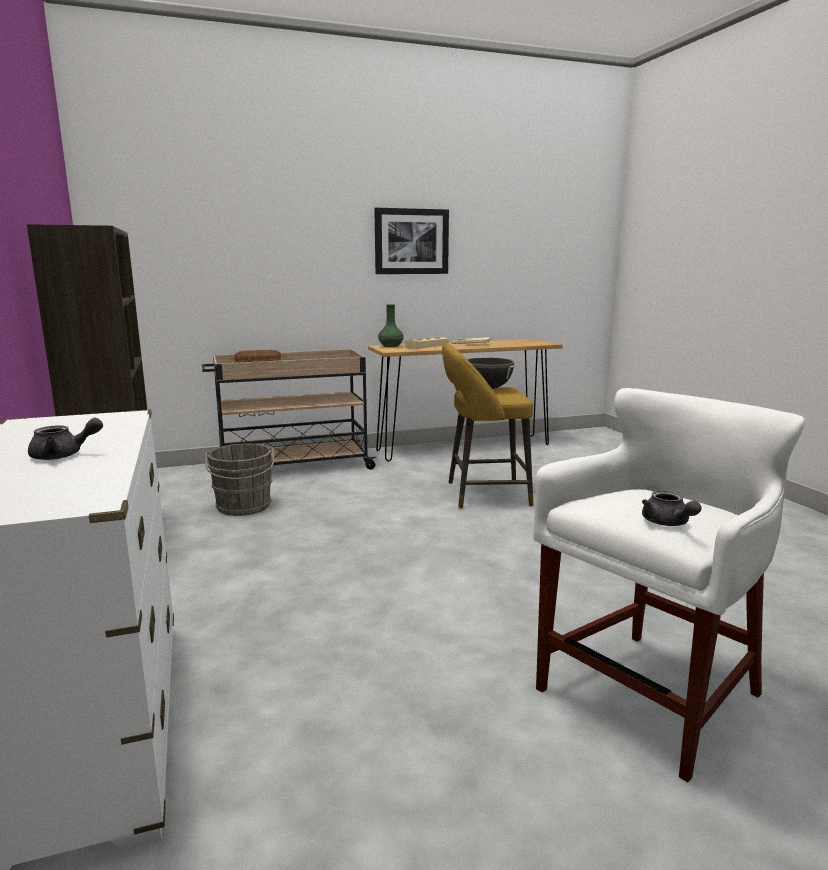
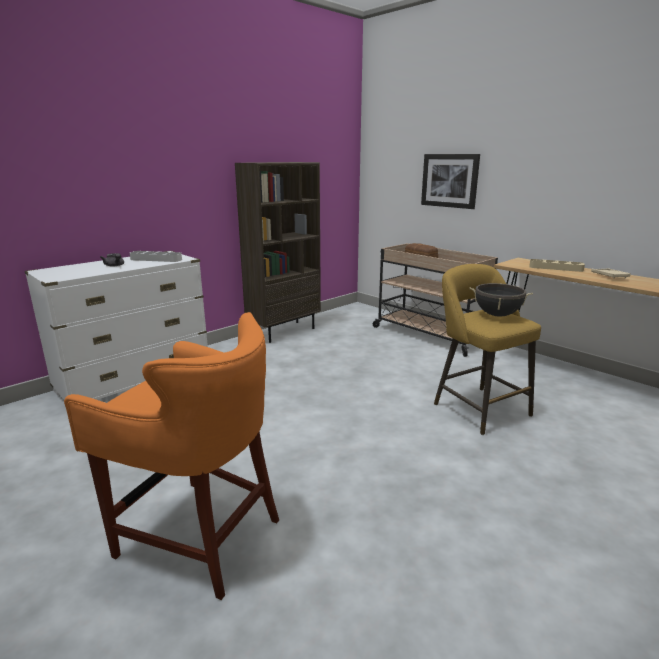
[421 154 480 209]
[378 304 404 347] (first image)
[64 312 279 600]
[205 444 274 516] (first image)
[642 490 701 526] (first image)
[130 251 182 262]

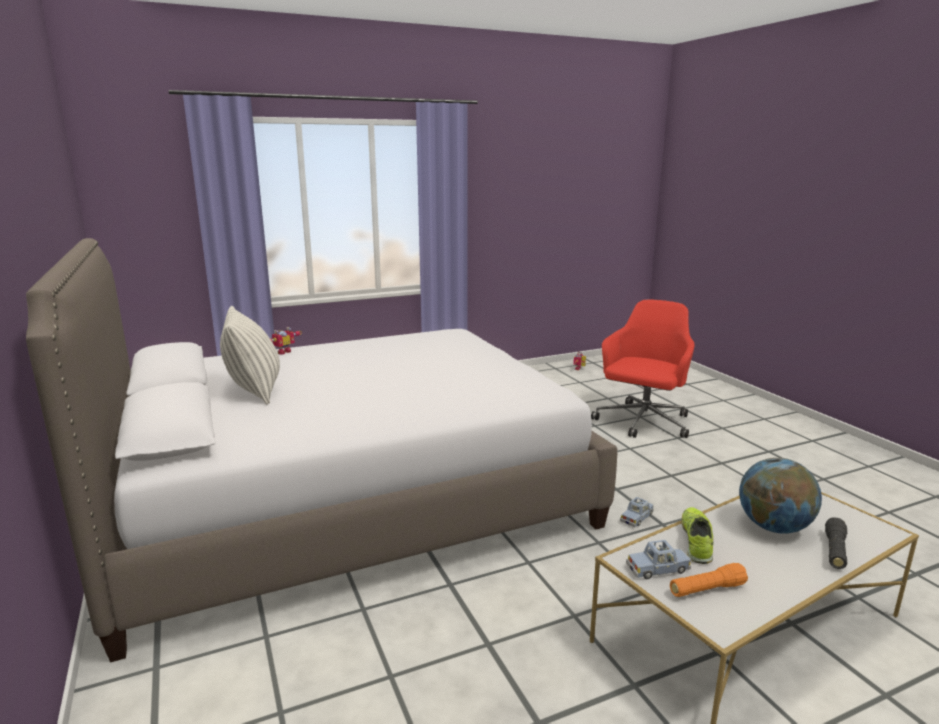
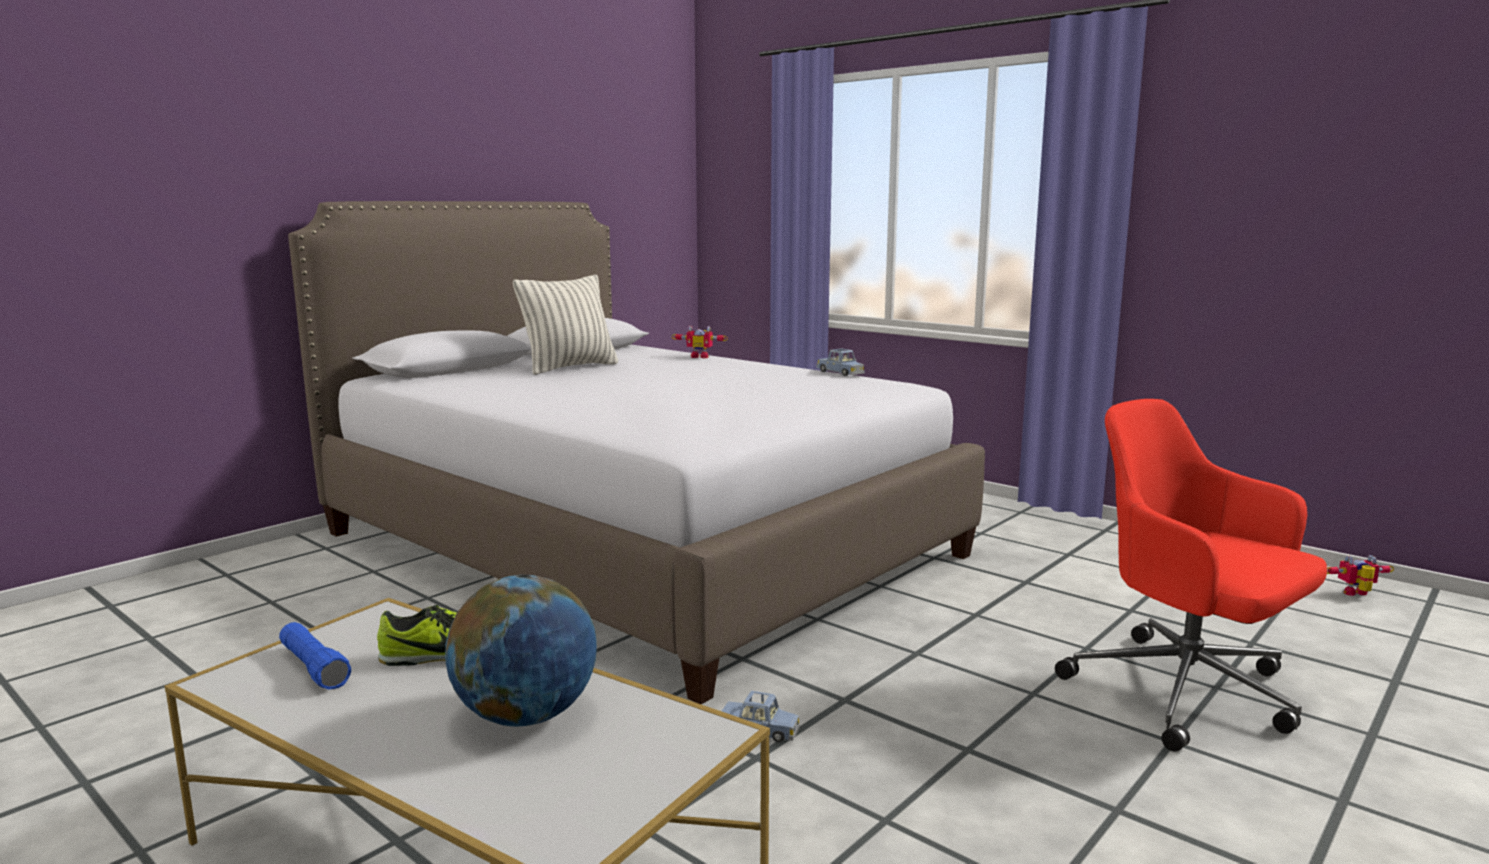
[1055 399 1327 752]
[825 517 847 569] (first image)
[816 349 865 376]
[279 622 351 690]

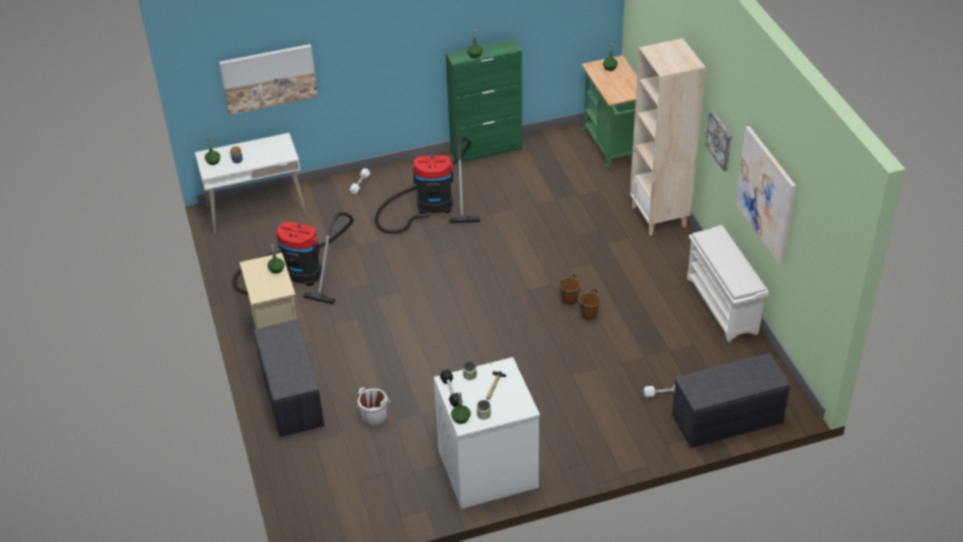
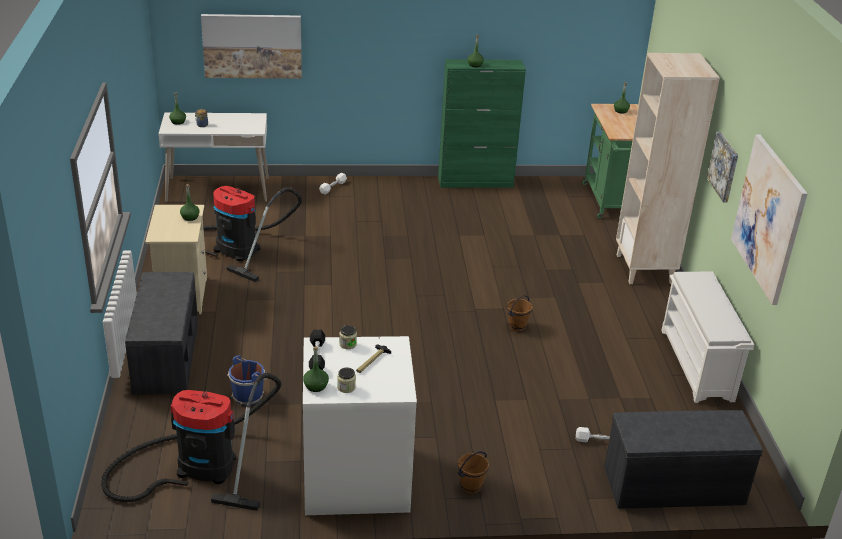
[101 373 281 511]
[457 451 489 494]
[227 355 268 406]

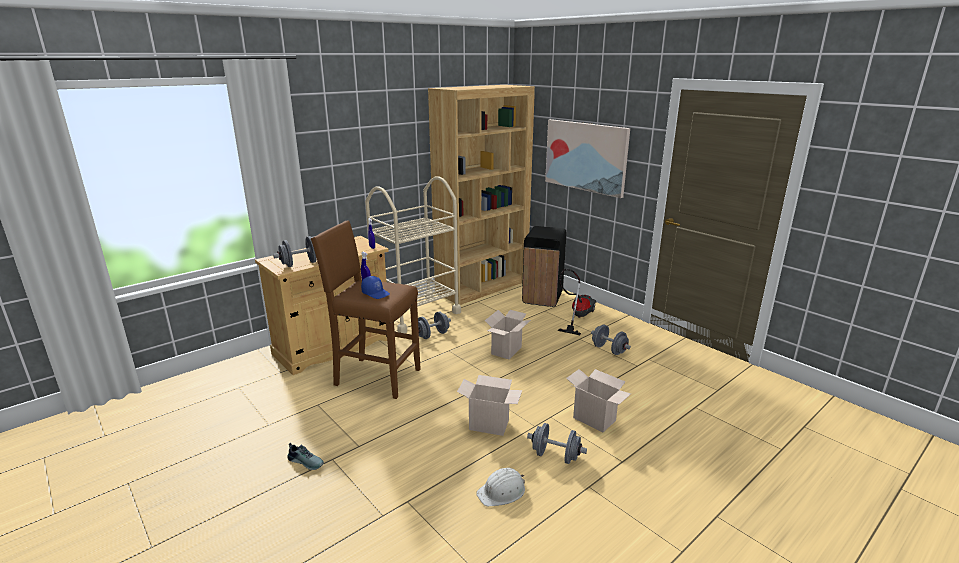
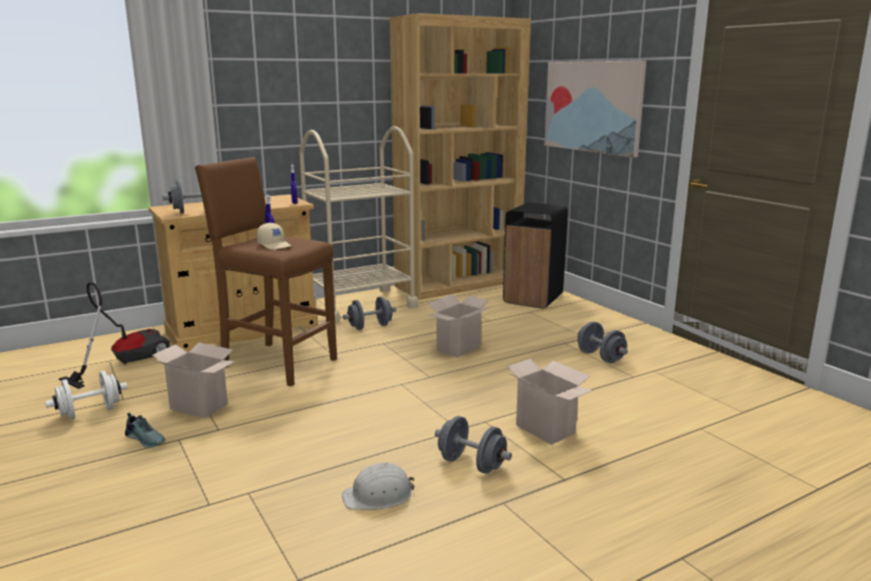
[59 282 170 389]
[257 223 291 250]
[152 342 236 418]
[45 371 128 420]

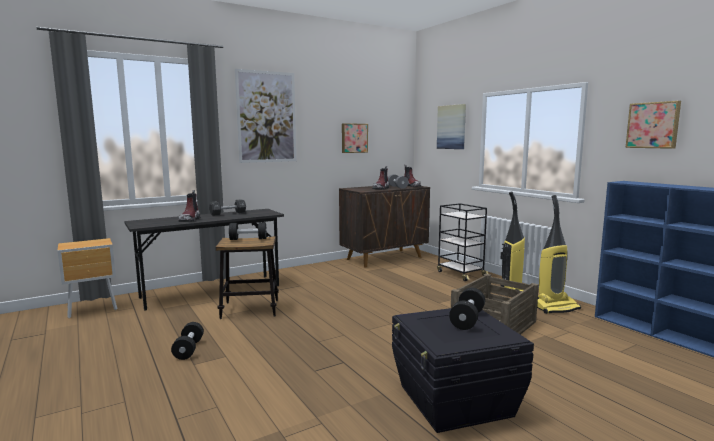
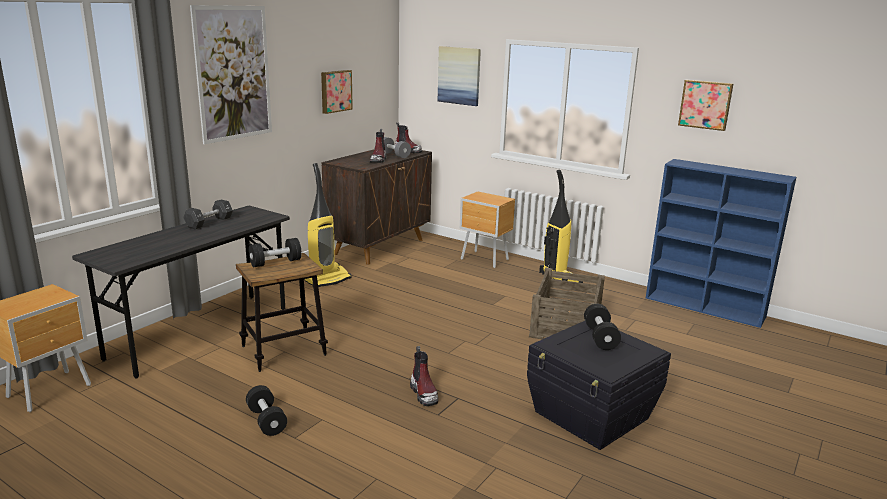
[410 346 438 406]
[304 163 352 287]
[460 192 515 268]

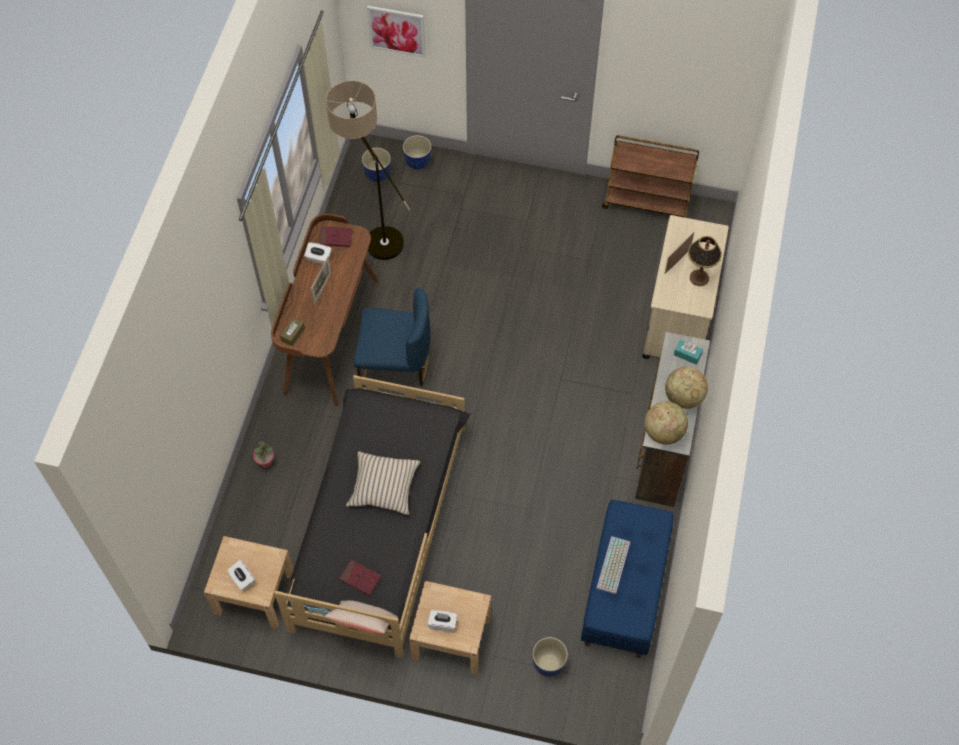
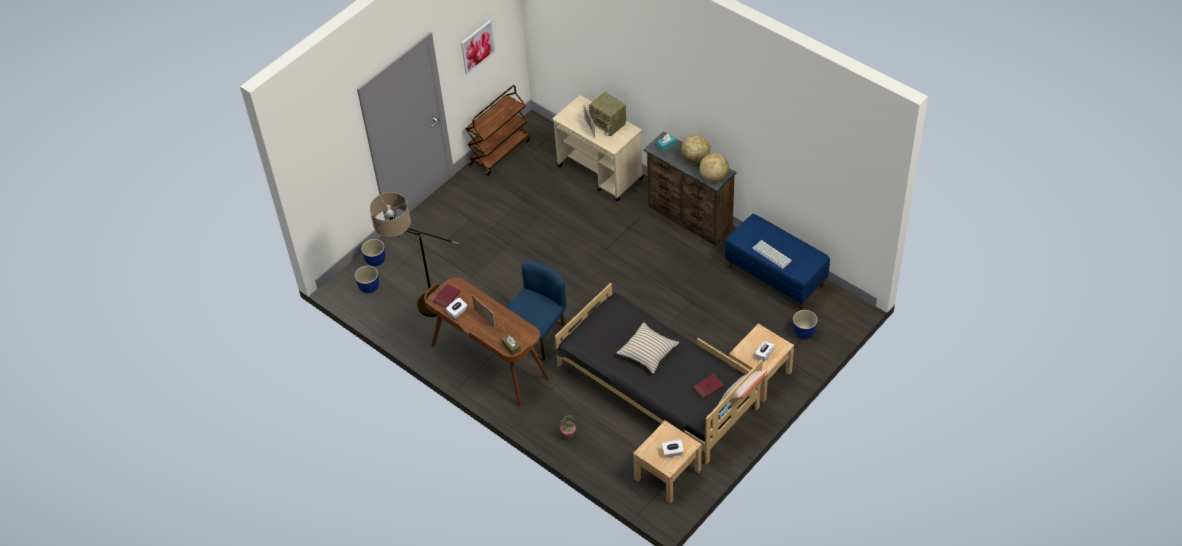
[461 20 496 75]
[589 92 626 136]

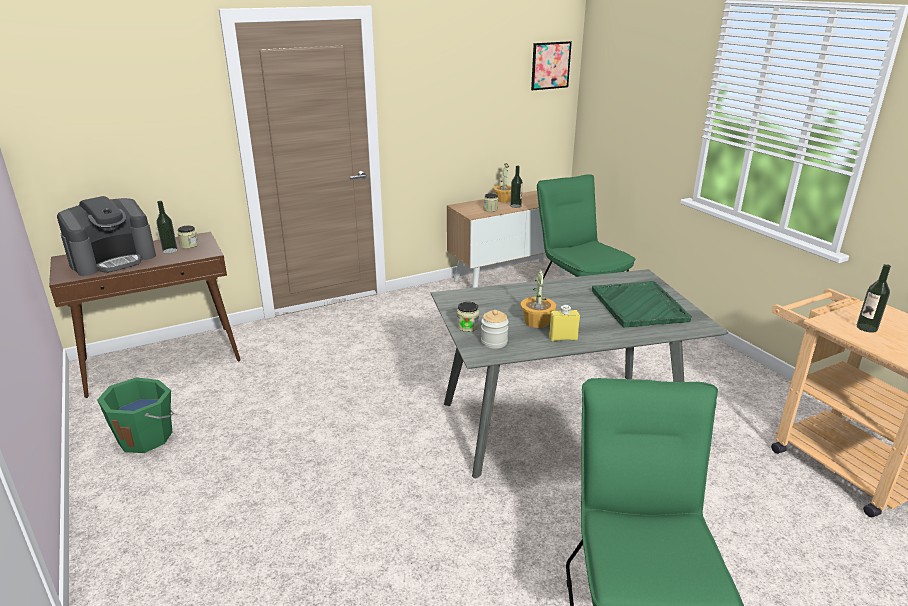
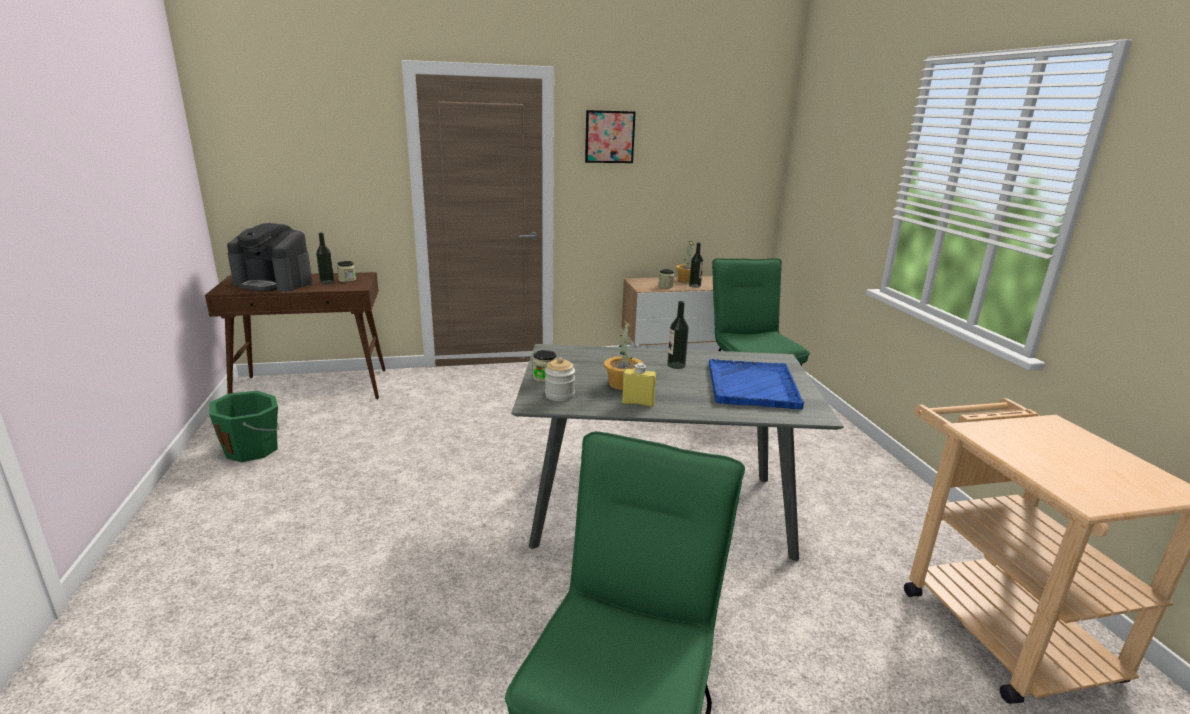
[585 110 636 163]
[227 223 312 292]
[667 301 689 369]
[709 359 804 410]

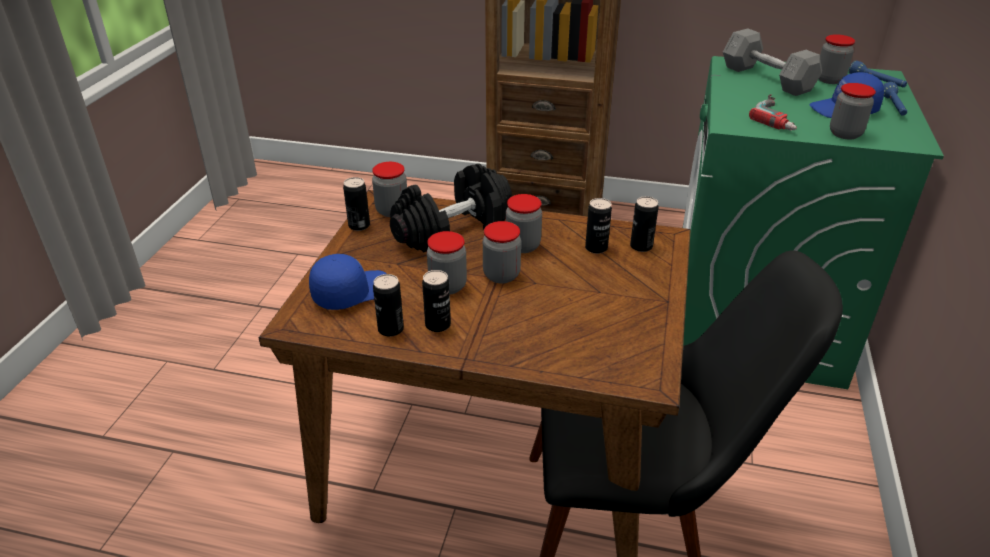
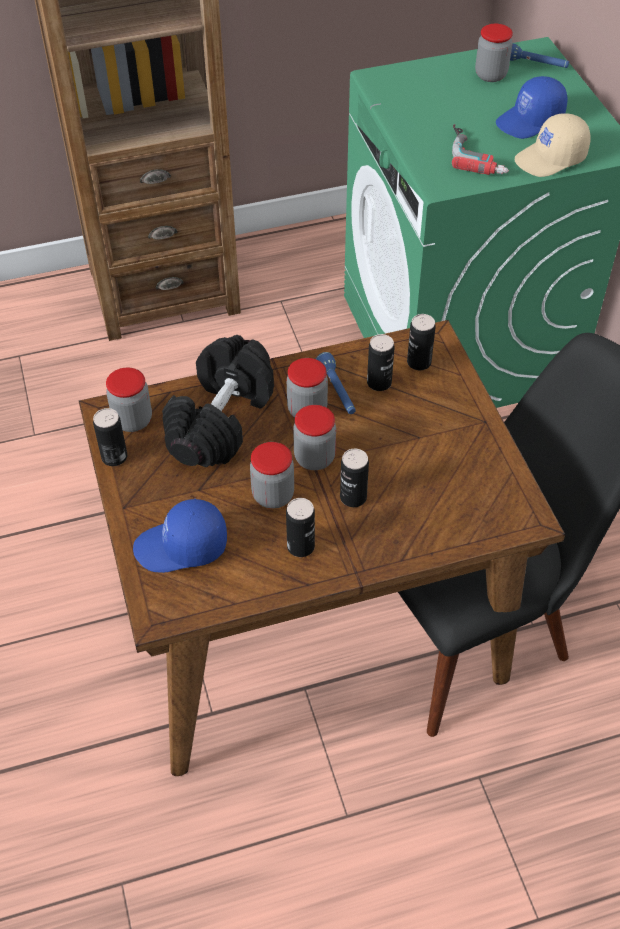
[723 29 822 96] (first image)
[316 352 356 414]
[515 113 591 177]
[133 499 227 573]
[340 449 369 507]

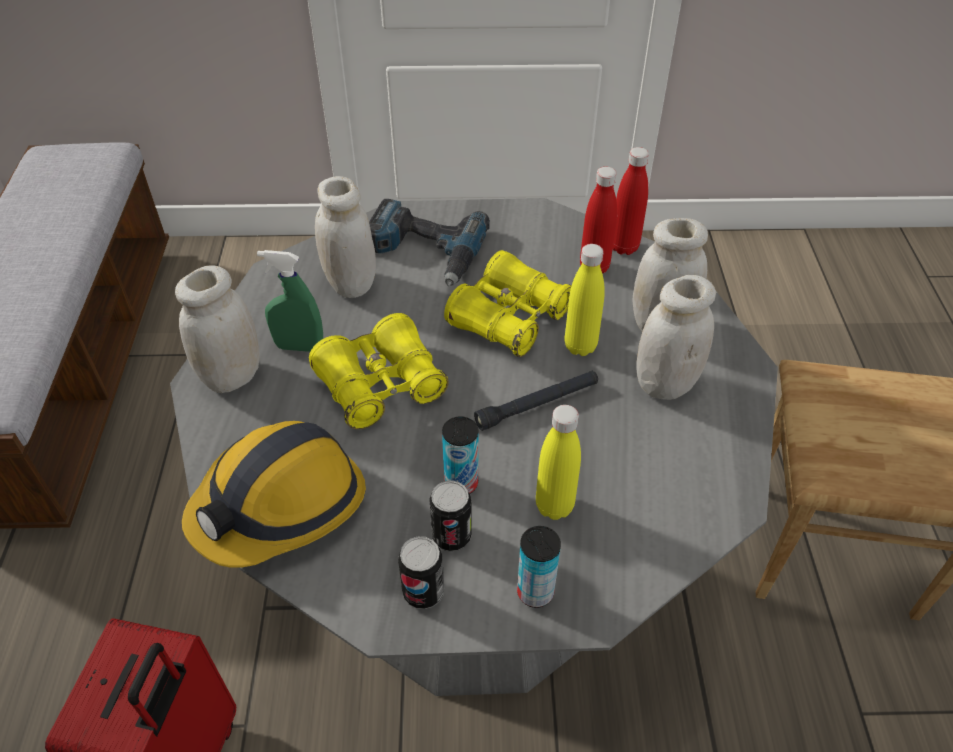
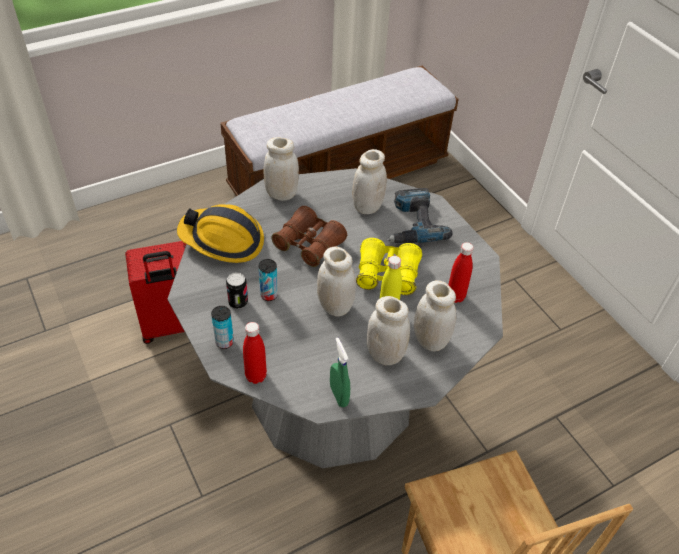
[243 322 267 384]
[330 338 350 407]
[271 206 347 267]
[317 247 356 317]
[536 405 581 520] (first image)
[398 536 444 609] (first image)

